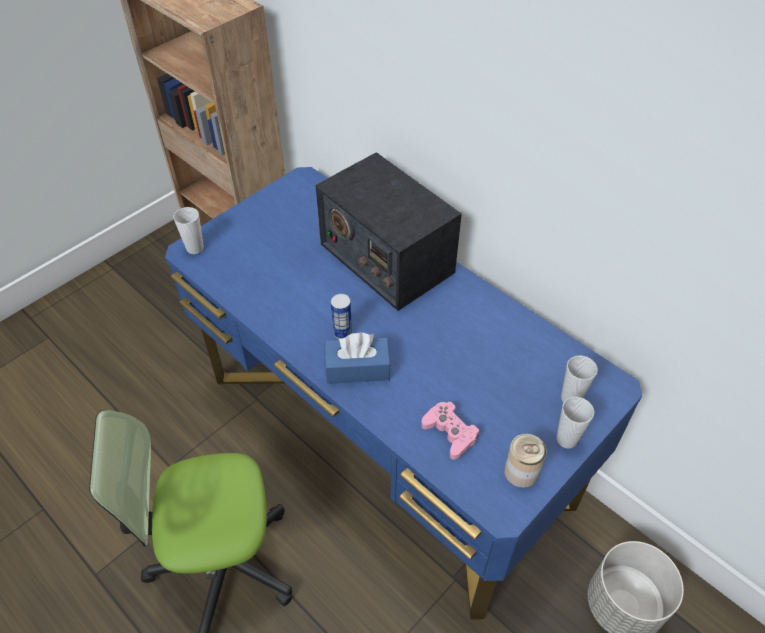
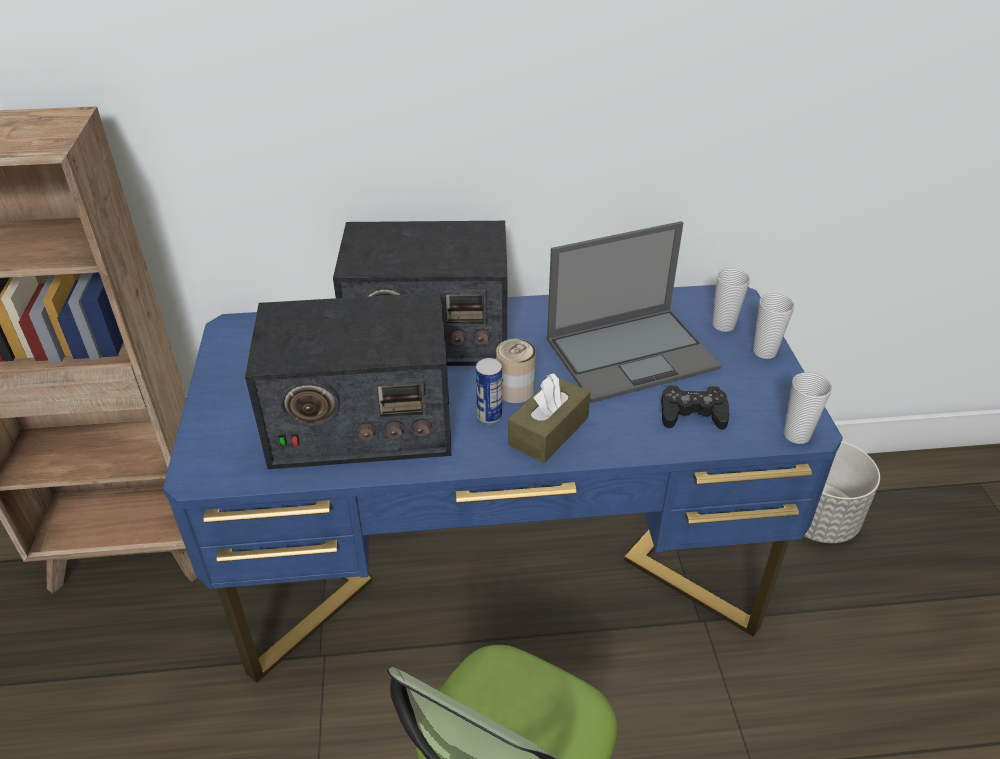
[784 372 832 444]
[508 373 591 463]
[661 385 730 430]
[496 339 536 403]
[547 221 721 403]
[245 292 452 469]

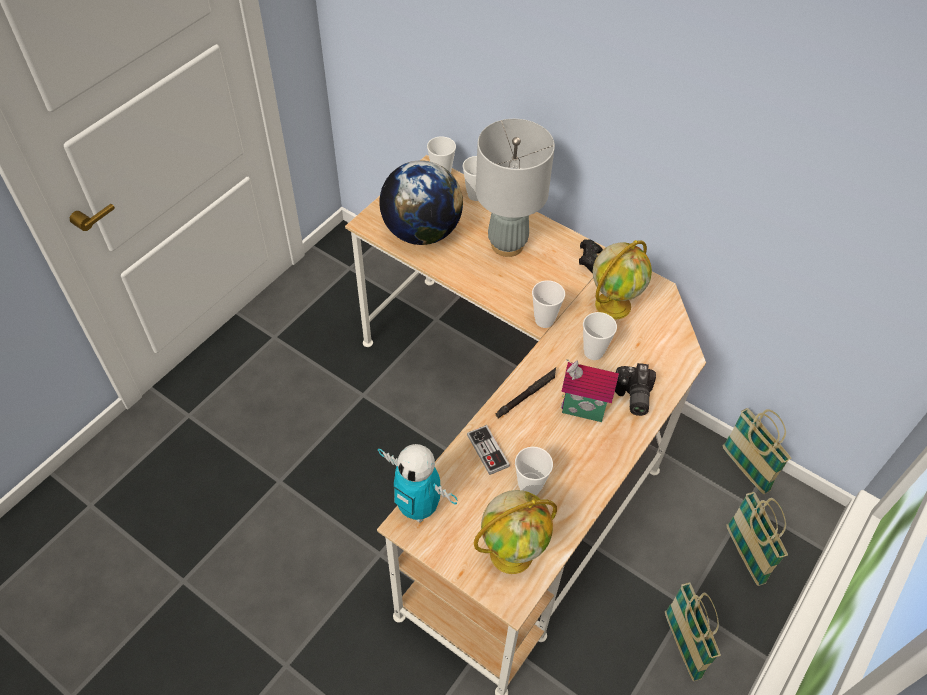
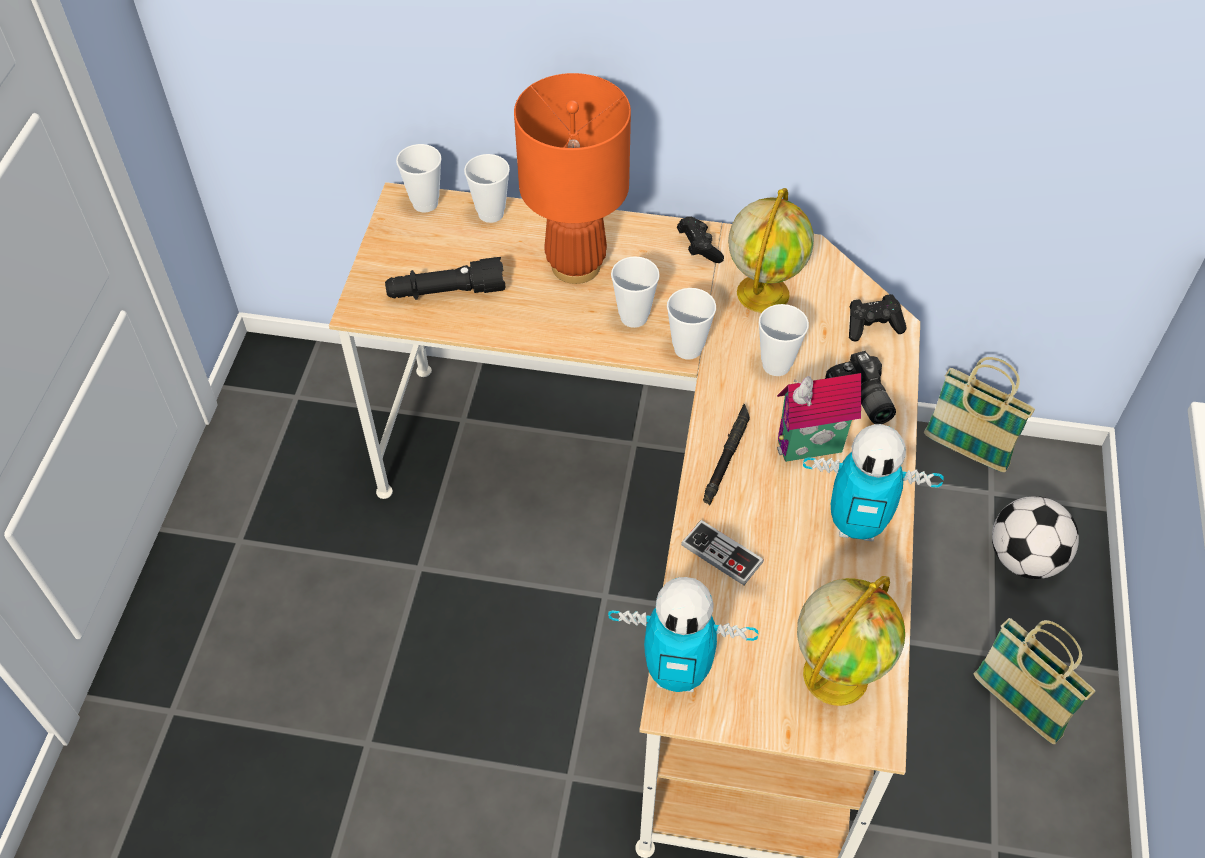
[514 73 631 284]
[385 257 506 300]
[611 256 660 328]
[992 496 1079 579]
[849 294 907 342]
[803 424 944 541]

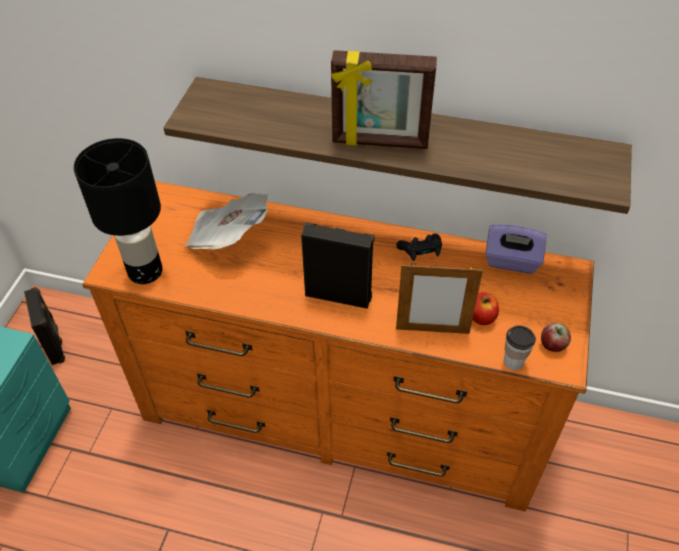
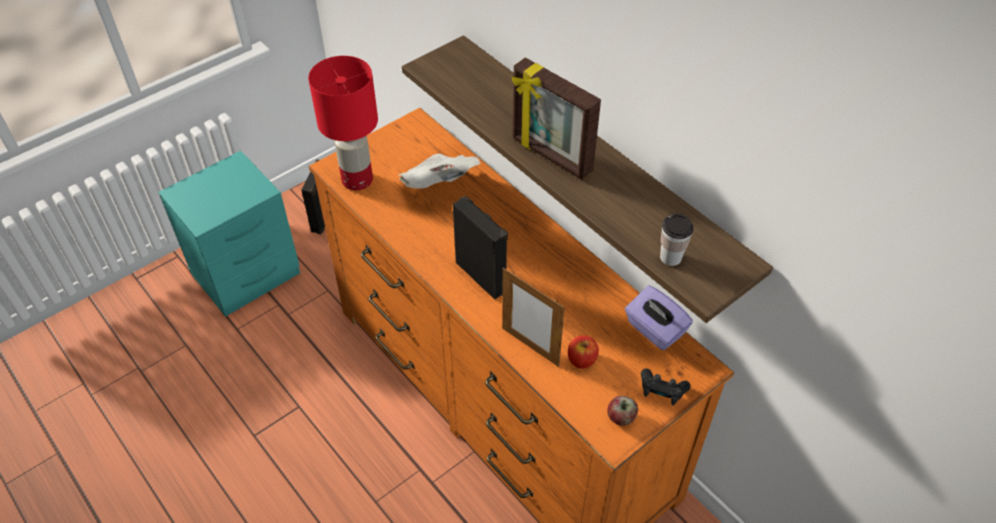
[308 56 378 190]
[641 368 691 405]
[660 214 693 266]

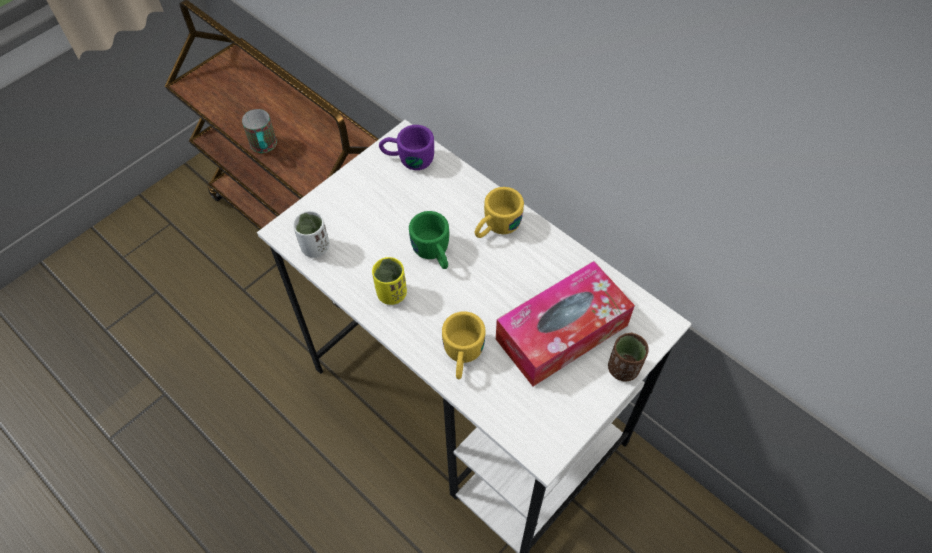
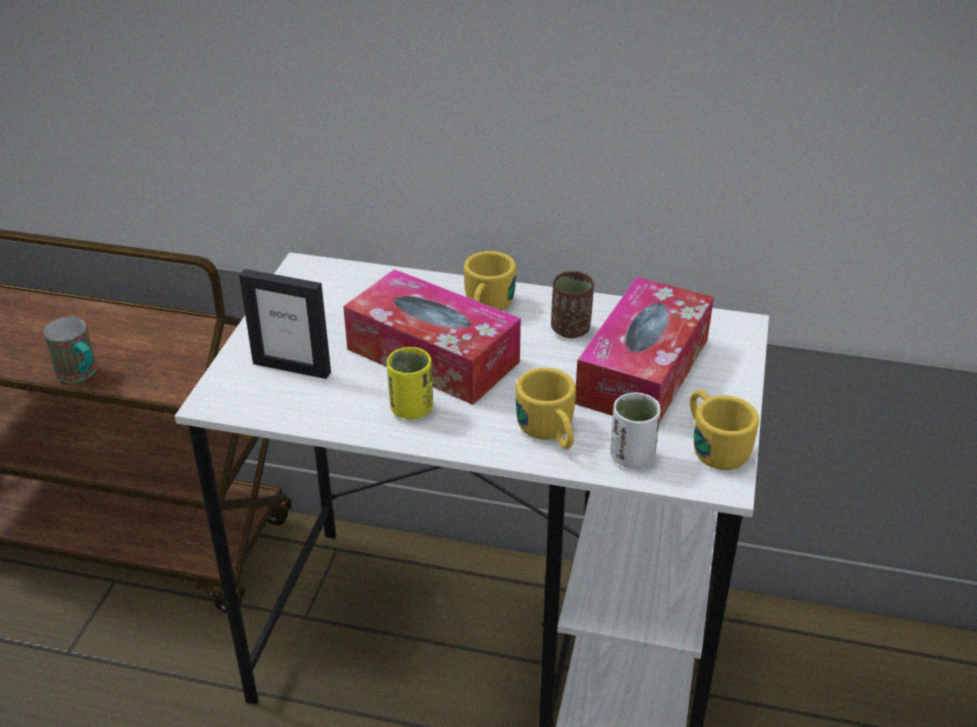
[379 125 434 170] (first image)
[610 392 661 469]
[343 269 521 405]
[551 271 594 338]
[239 269 331 379]
[690 389 759 470]

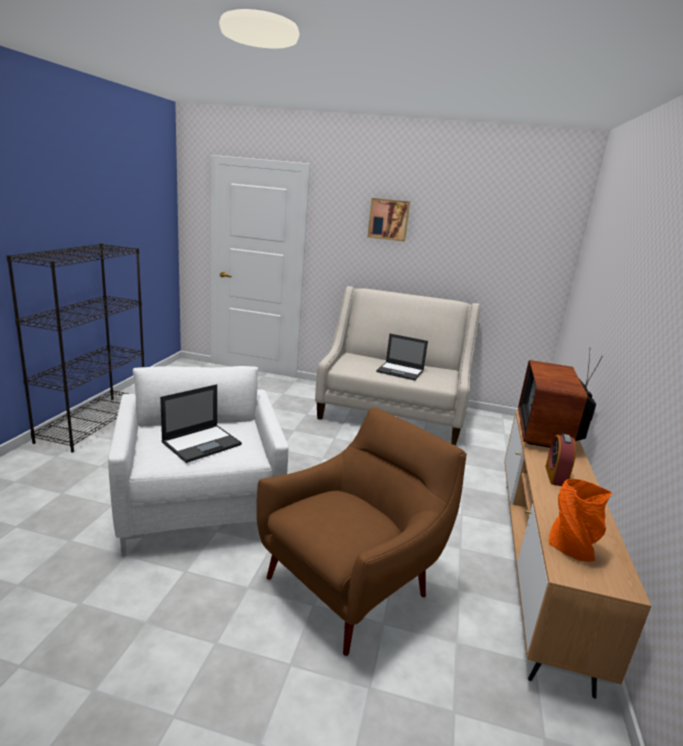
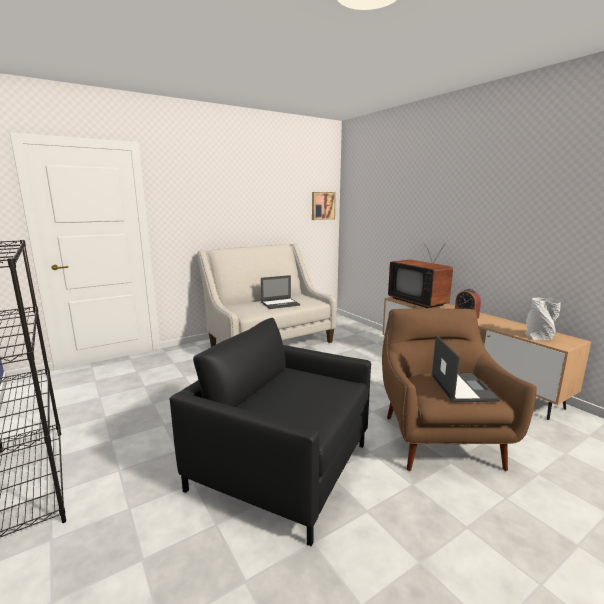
[312 192 336 220]
[169 318 371 546]
[431 335 500 402]
[525 297 561 340]

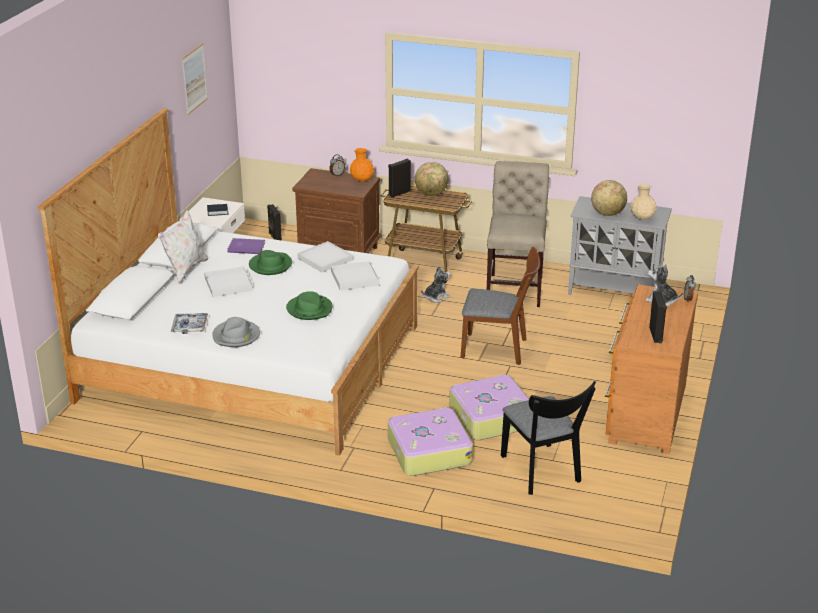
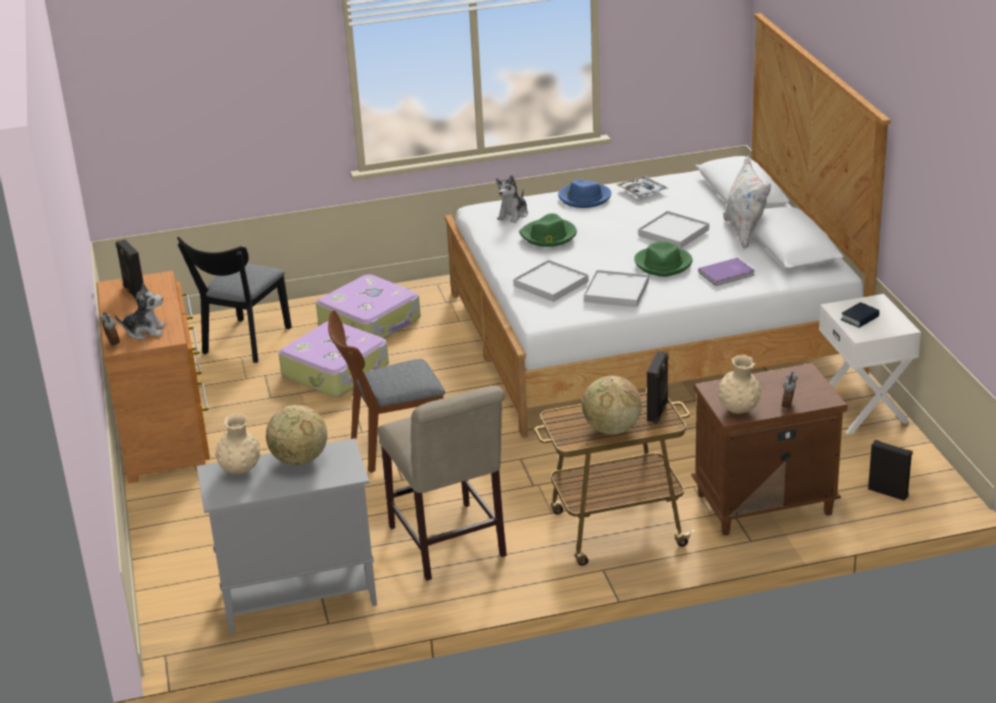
[182 43 208 115] (first image)
[718 355 761 414]
[496 175 528 223]
[558 179 611 208]
[177 236 292 363]

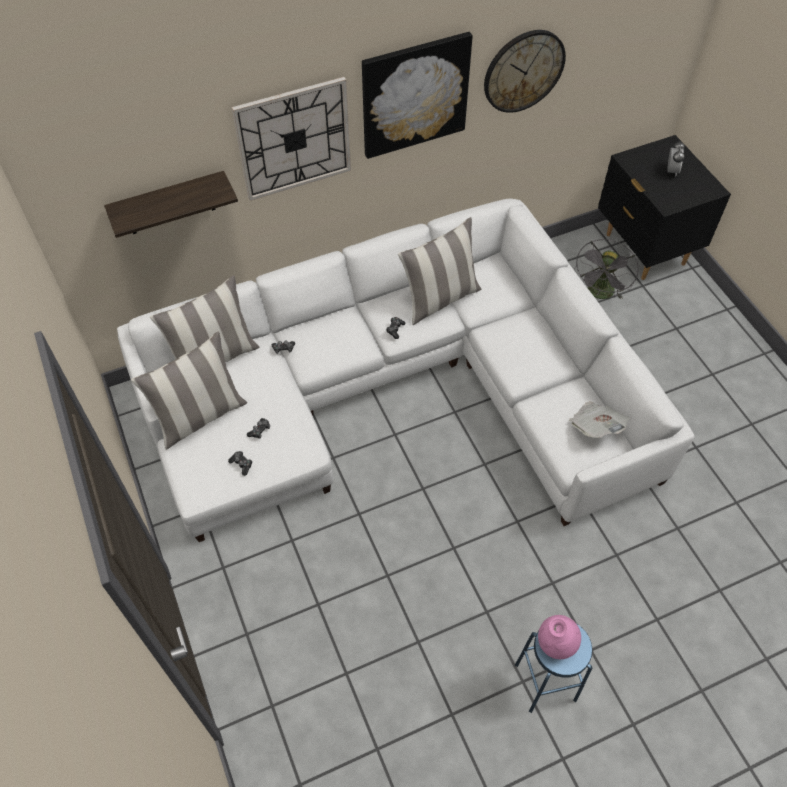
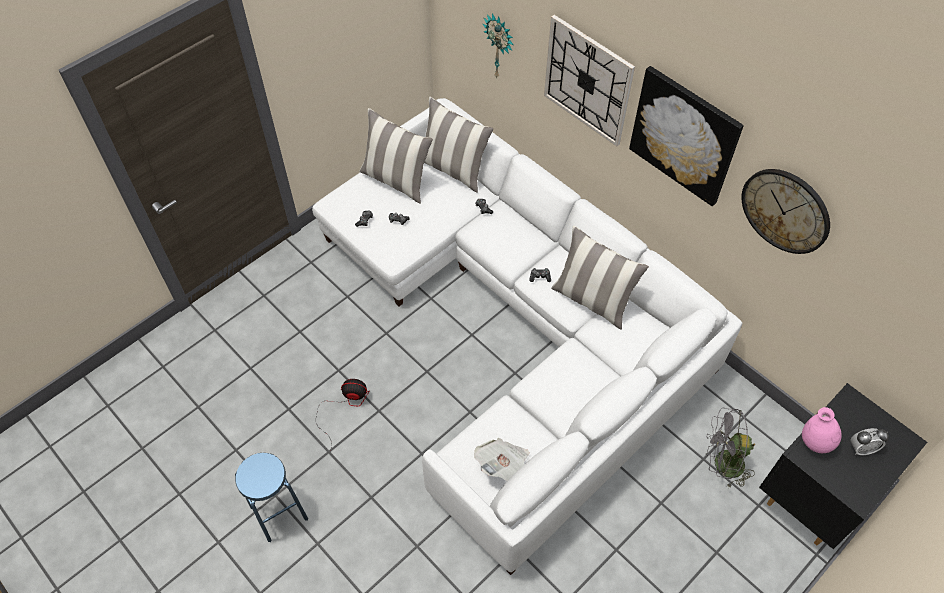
[483 13 513 79]
[802 407 842 453]
[315 379 370 452]

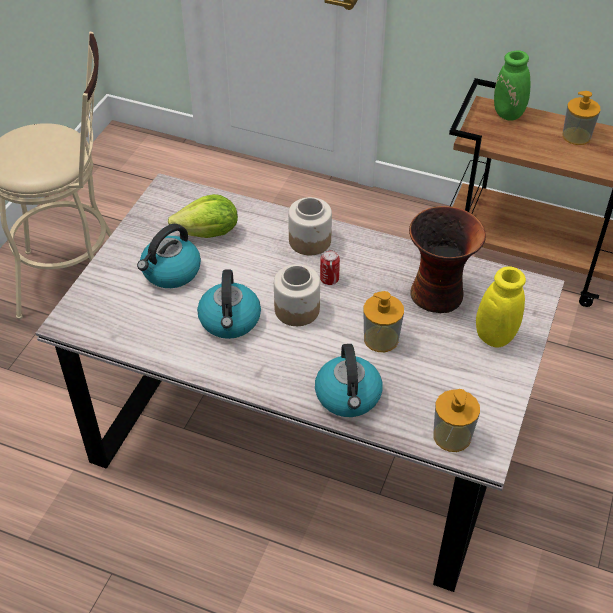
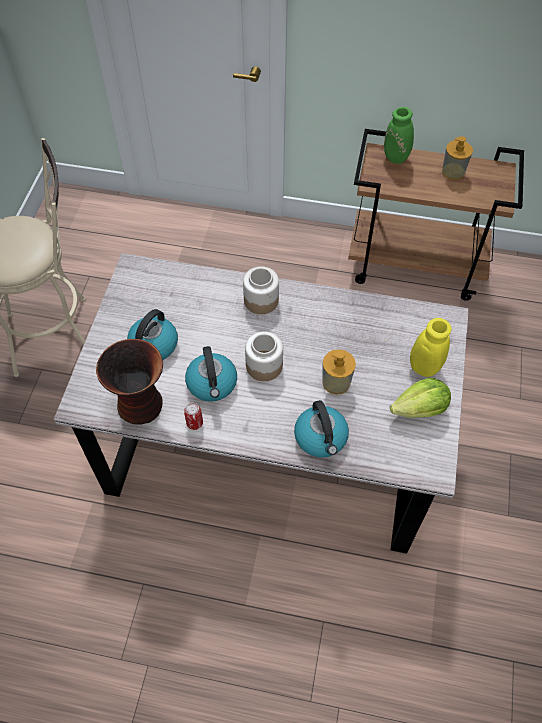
[390 378 451 418]
[96 339 163 424]
[184 403 203 430]
[433 389 480 452] (first image)

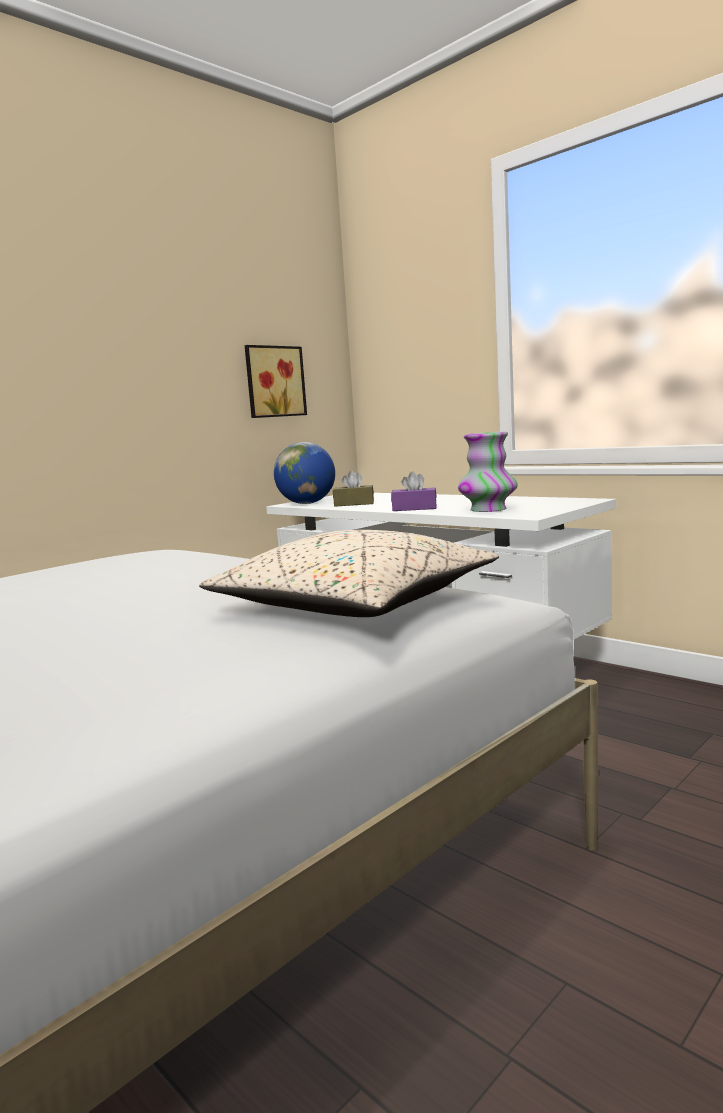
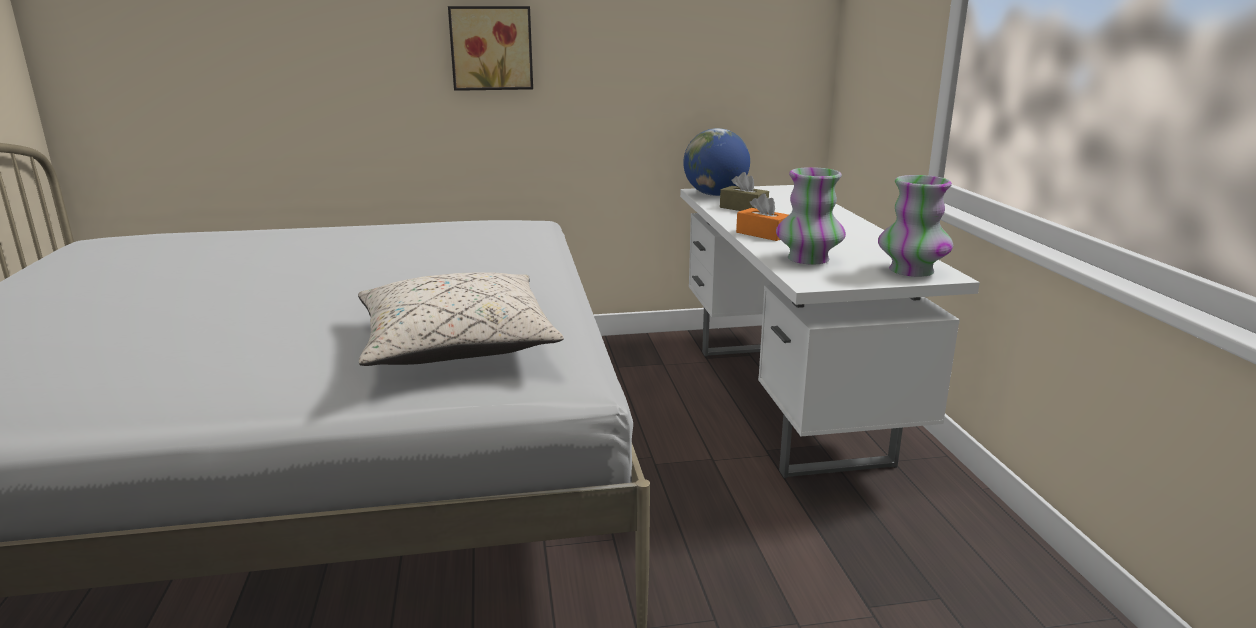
[448 6 533 91]
[736 193 788 241]
[878 175 953 277]

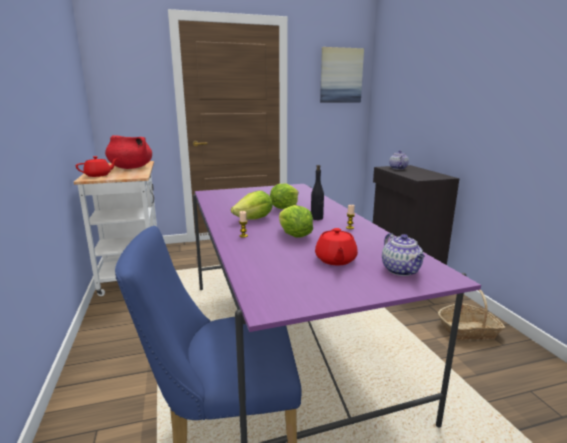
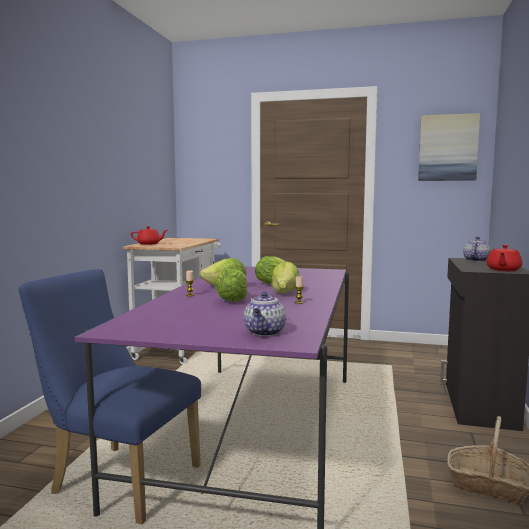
[105 135 152 169] (first image)
[271 261 300 293]
[486 245 522 271]

